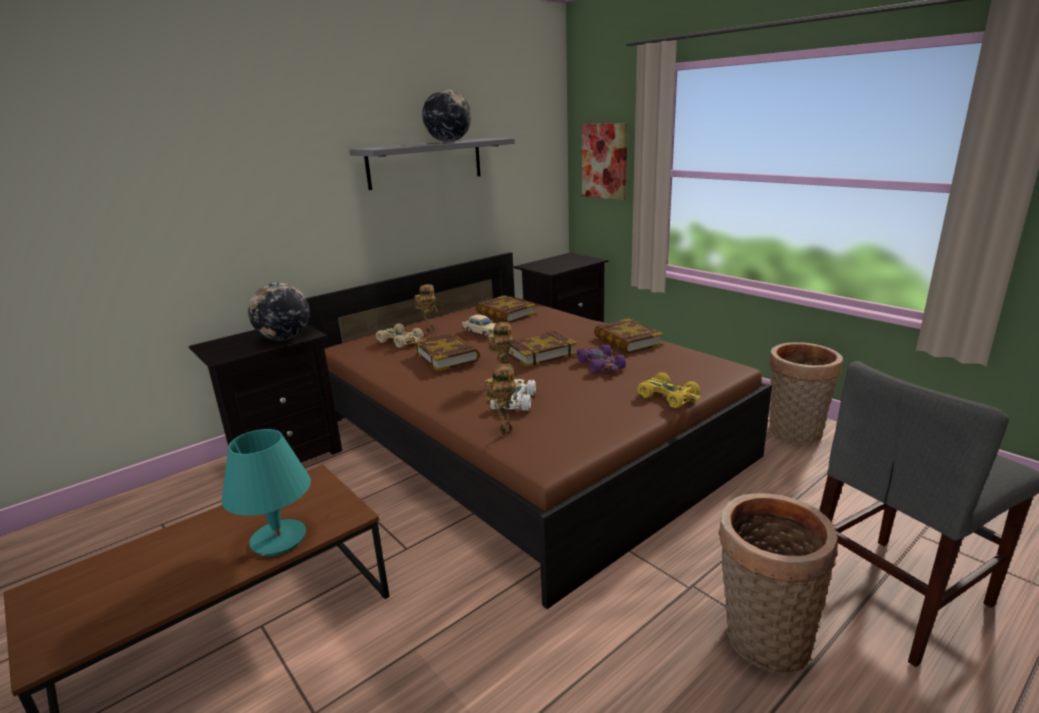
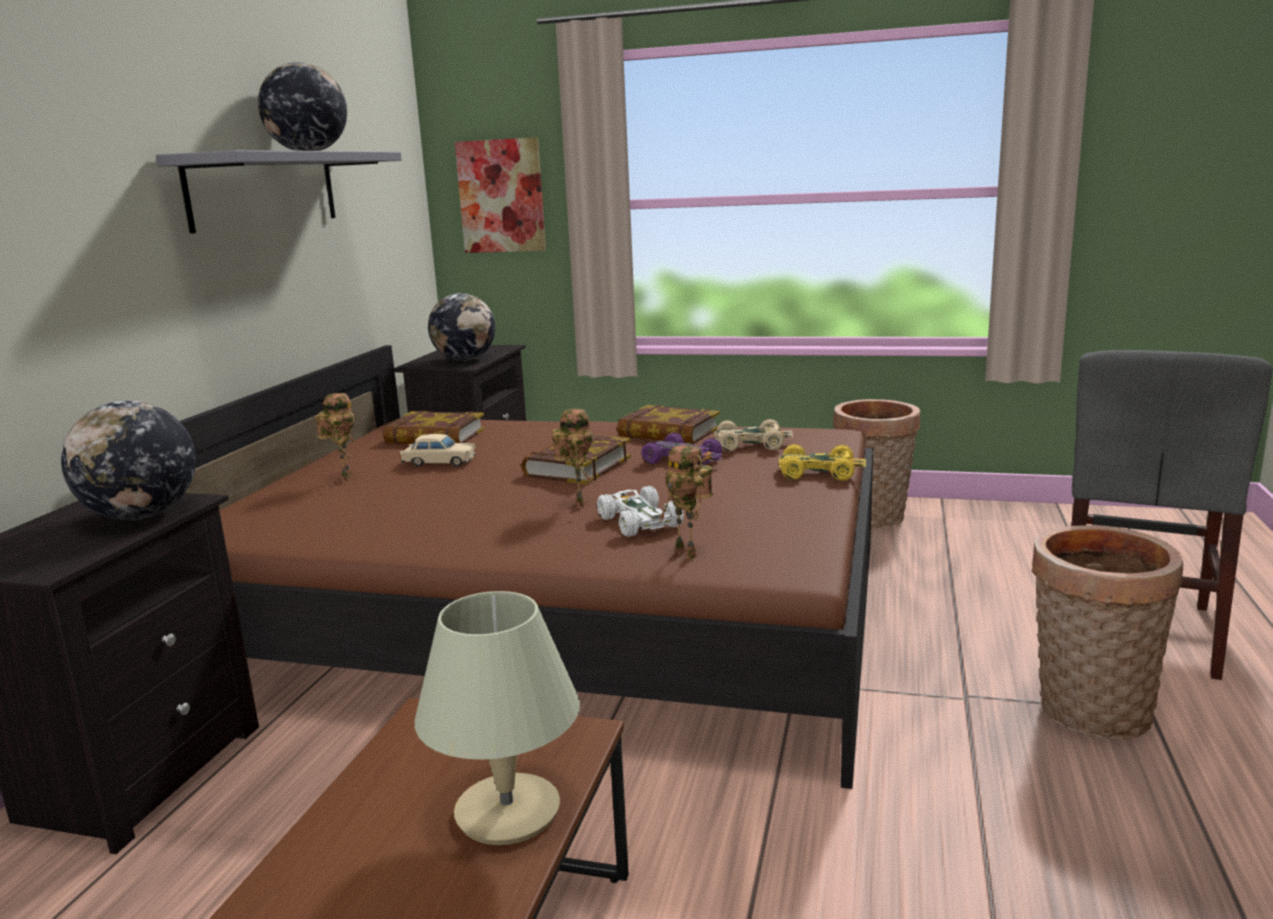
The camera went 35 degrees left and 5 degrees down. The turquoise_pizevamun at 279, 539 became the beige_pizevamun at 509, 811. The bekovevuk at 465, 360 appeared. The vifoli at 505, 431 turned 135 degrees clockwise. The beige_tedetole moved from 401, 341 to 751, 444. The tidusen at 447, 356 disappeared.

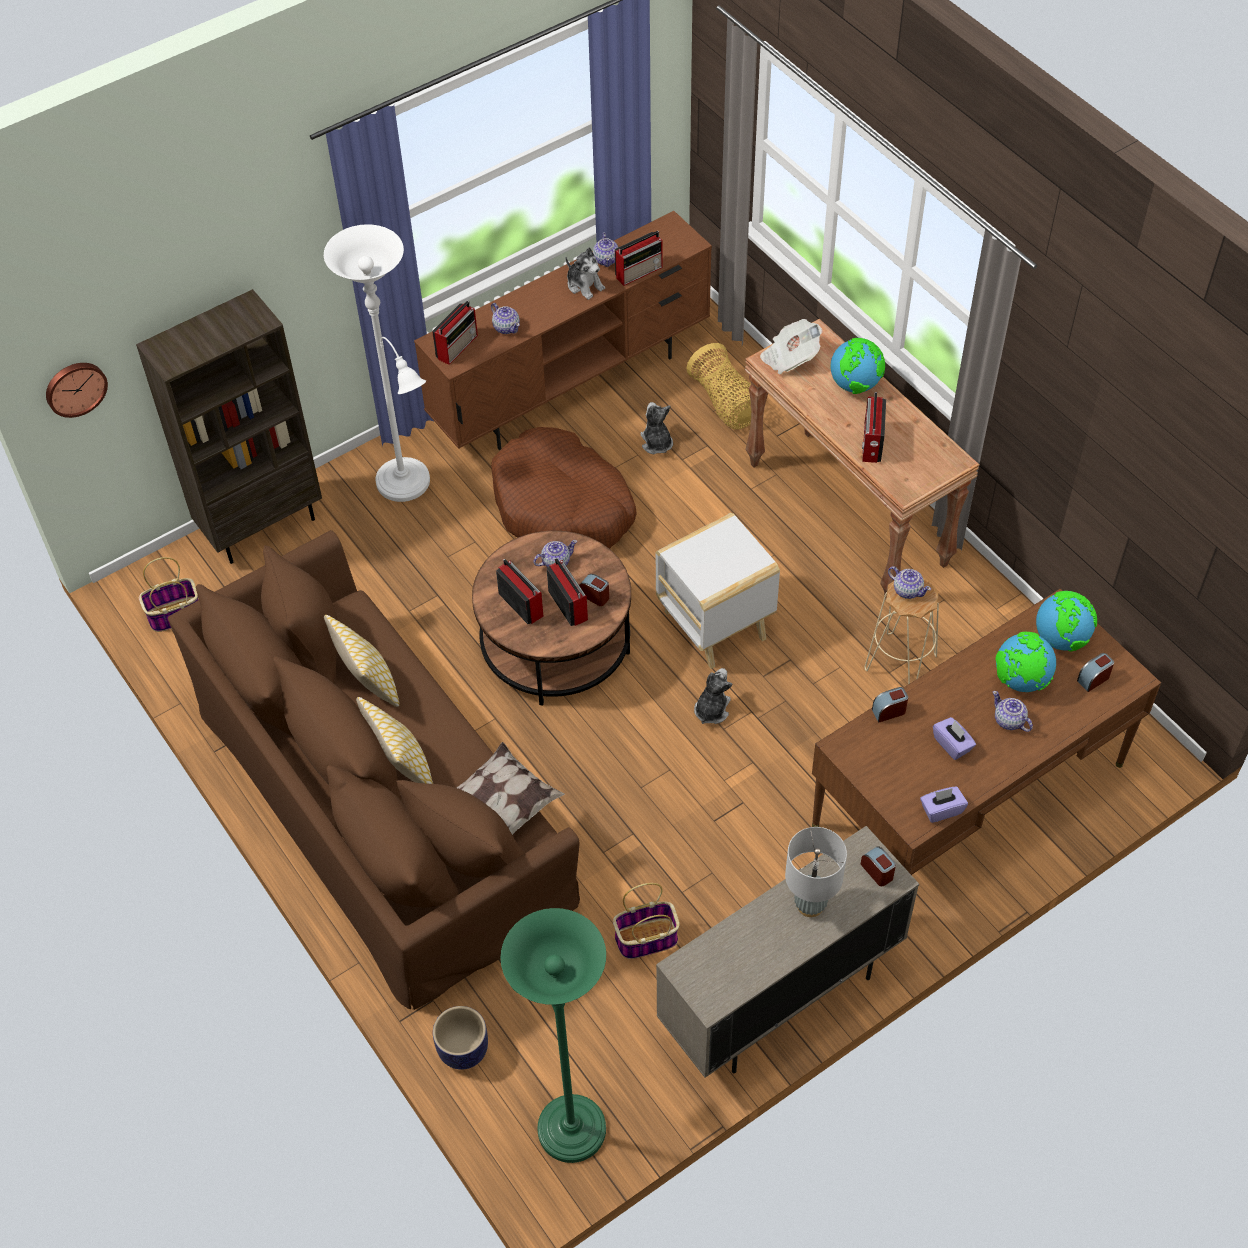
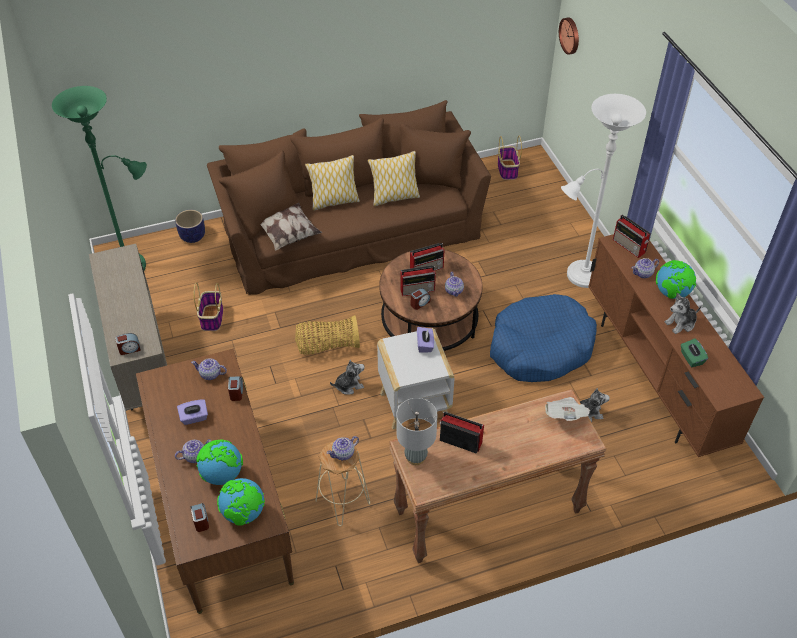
The camera went 105 degrees right and 5 degrees down. The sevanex moved from 606, 259 to 210, 374. The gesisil moved from 725, 404 to 327, 346. The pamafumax at 711, 709 turned 60 degrees counterclockwise. The grey_pizevamun moved from 810, 905 to 415, 457. The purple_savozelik moved from 941, 810 to 425, 345. The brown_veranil at 562, 508 became the blue_veranil at 540, 348. The bekovevuk moved from 855, 385 to 672, 293. The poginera at 640, 271 was replaced by the green_savozelik at 691, 358. The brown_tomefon at 262, 525 disappeared.

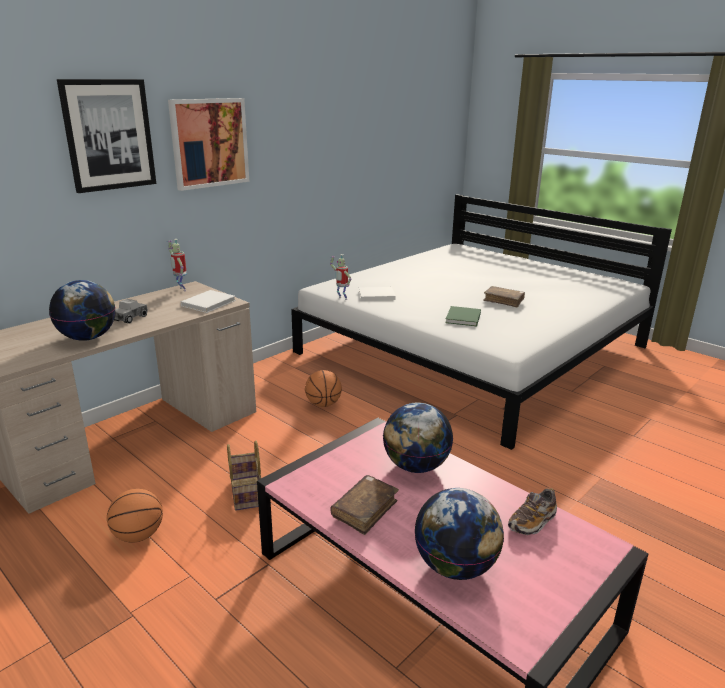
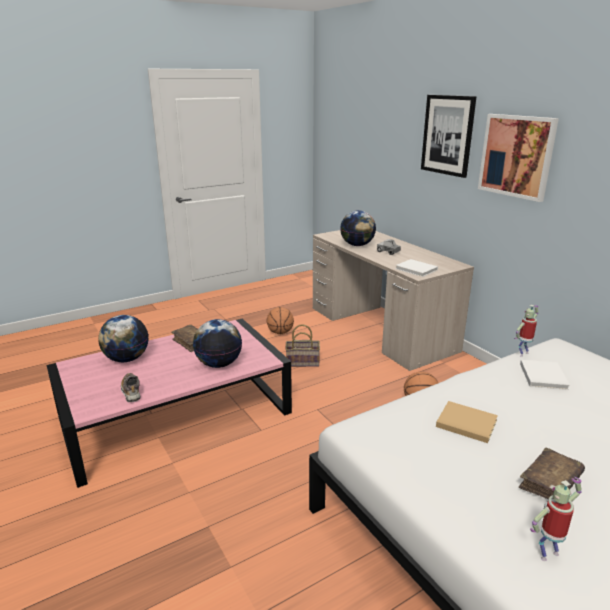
The camera went 105 degrees right and 0 degrees up. The green_tidusen at 463, 318 became the beige_tidusen at 464, 423. The vifoli moved from 181, 290 to 547, 553.

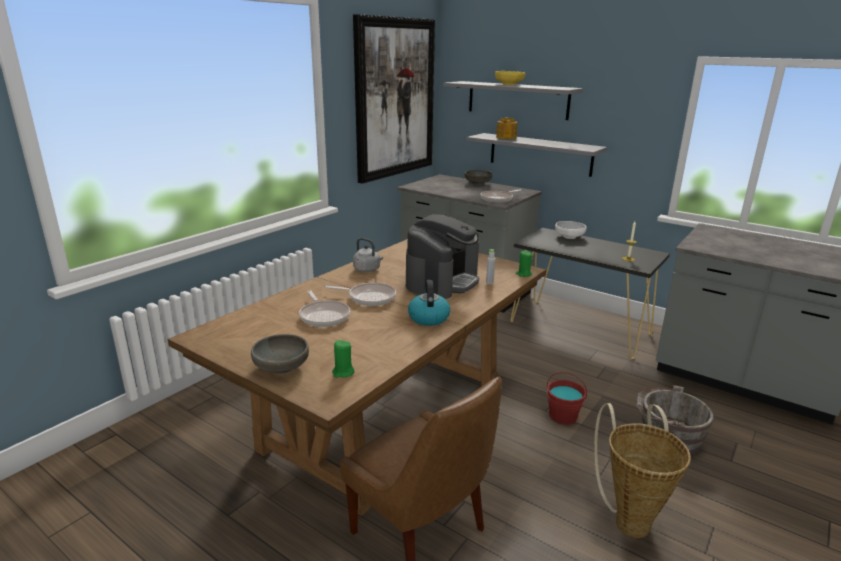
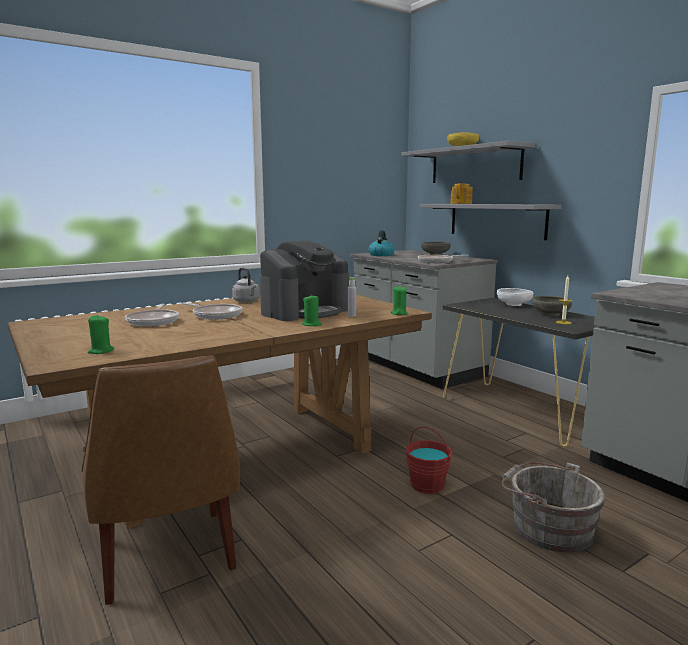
The camera went 20 degrees right and 10 degrees down. The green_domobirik at 311, 324 appeared. The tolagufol moved from 428, 317 to 381, 255. The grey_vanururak moved from 281, 367 to 550, 314. The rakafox at 395, 99 disappeared. The gesisil at 630, 519 disappeared.

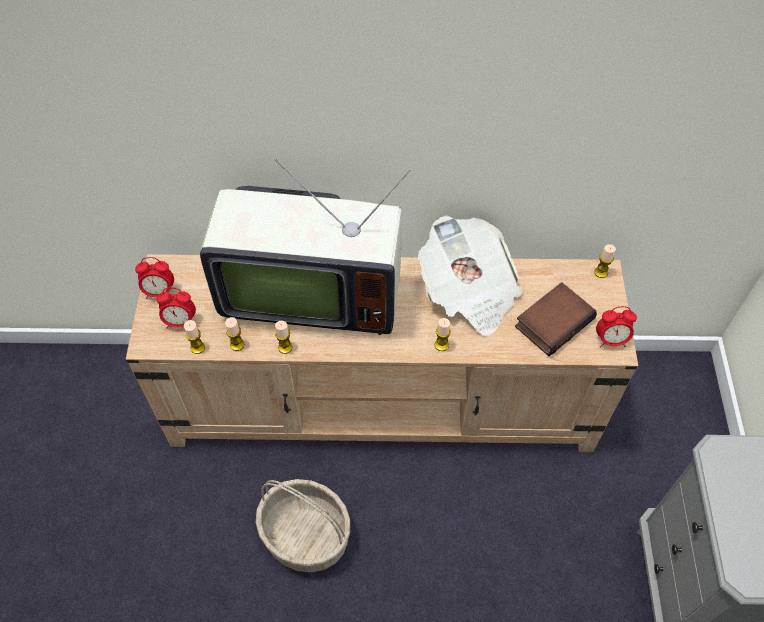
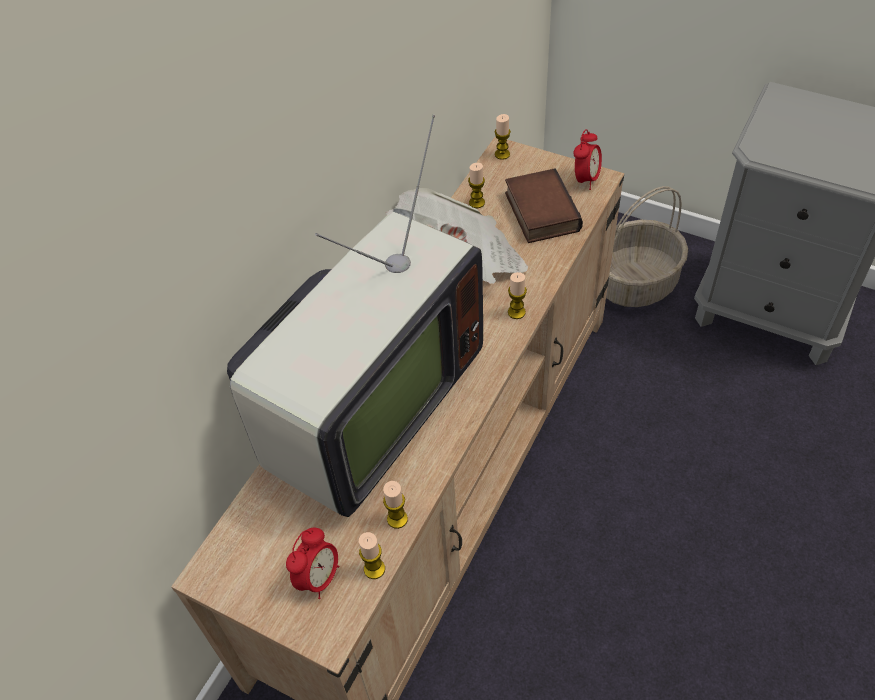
The camera went 60 degrees left and 5 degrees down. The domobirik moved from 285, 347 to 476, 203. The gesisil moved from 307, 536 to 635, 282. The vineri at 159, 292 disappeared.

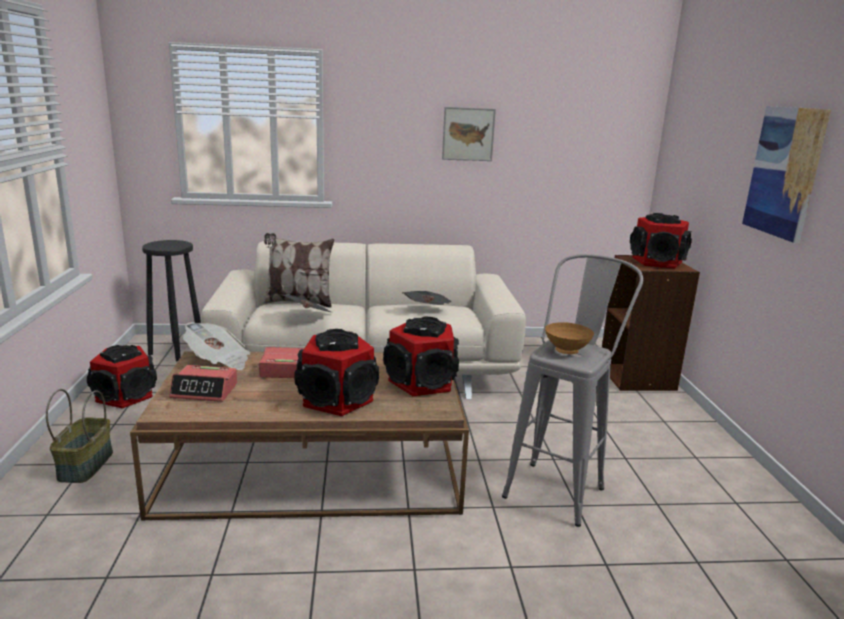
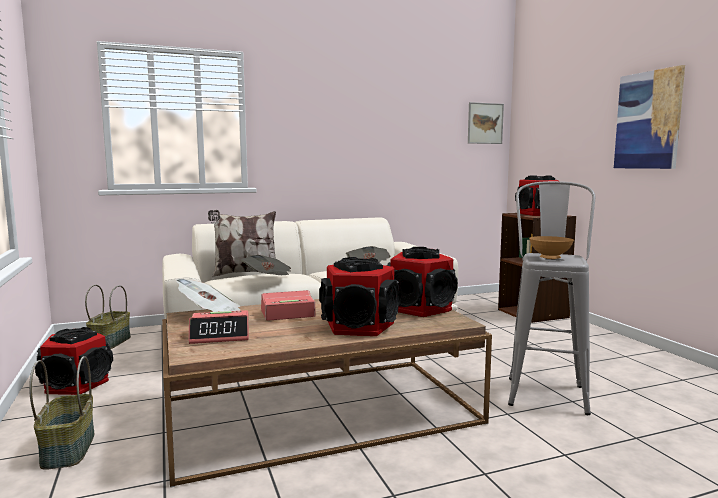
The camera went 15 degrees left and 10 degrees down. The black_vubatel at 177, 351 was replaced by the gesisil at 110, 342. The rakafox moved from 468, 134 to 485, 123.

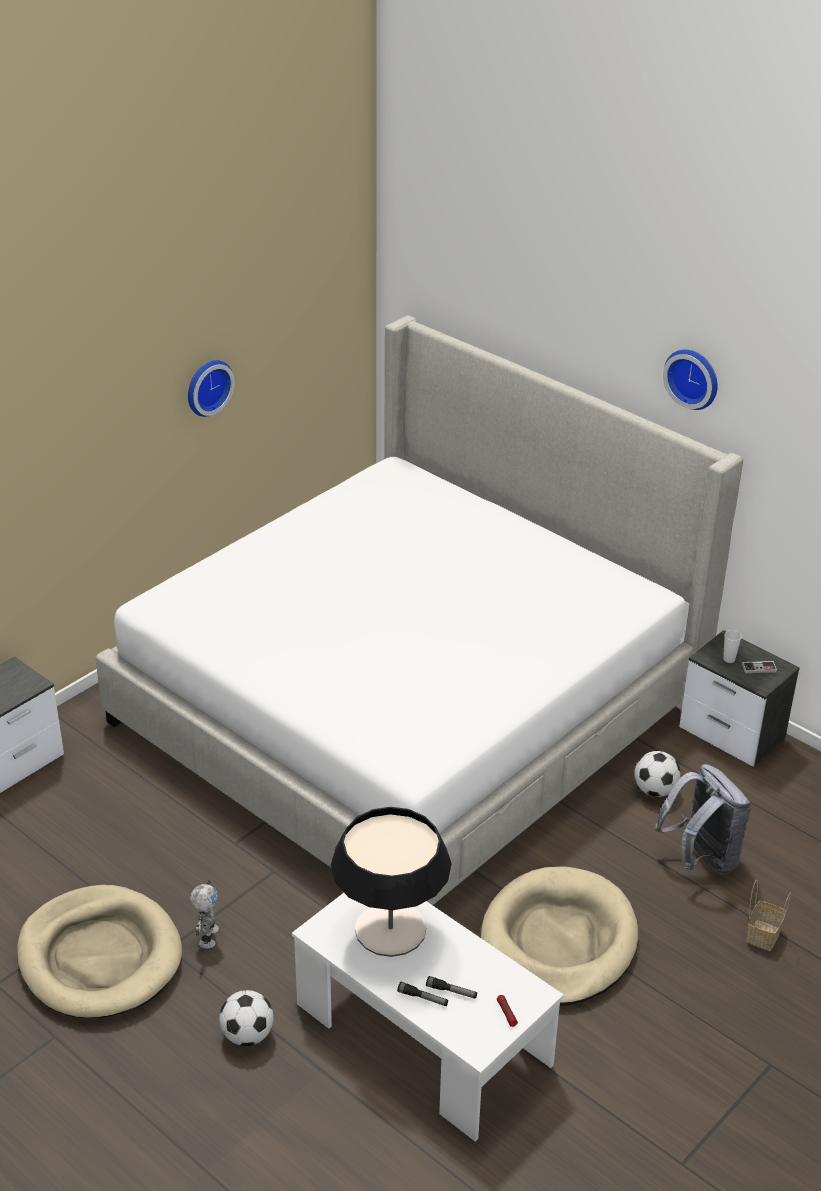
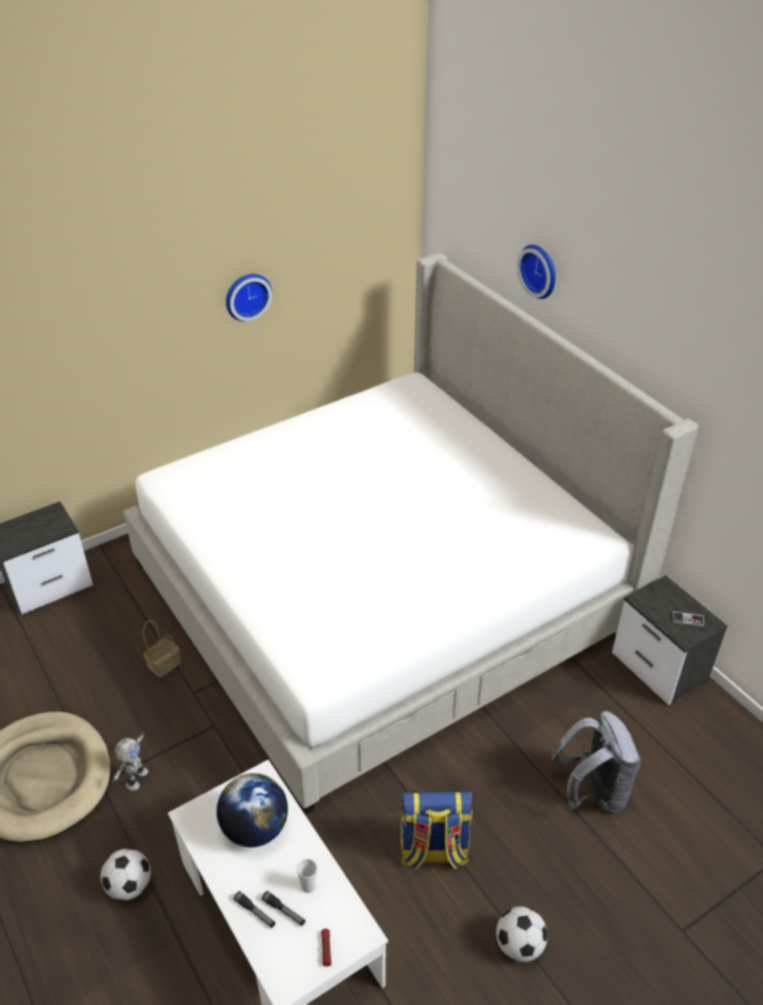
The camera went 15 degrees right and 5 degrees up. The gesisil moved from 762, 934 to 164, 663. The pizevamun at 390, 929 was replaced by the bekovevuk at 255, 829. The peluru moved from 729, 659 to 308, 886. The beige_veranil at 558, 942 was replaced by the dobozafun at 433, 851. The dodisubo moved from 655, 790 to 519, 945. The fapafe moved from 693, 377 to 540, 270.

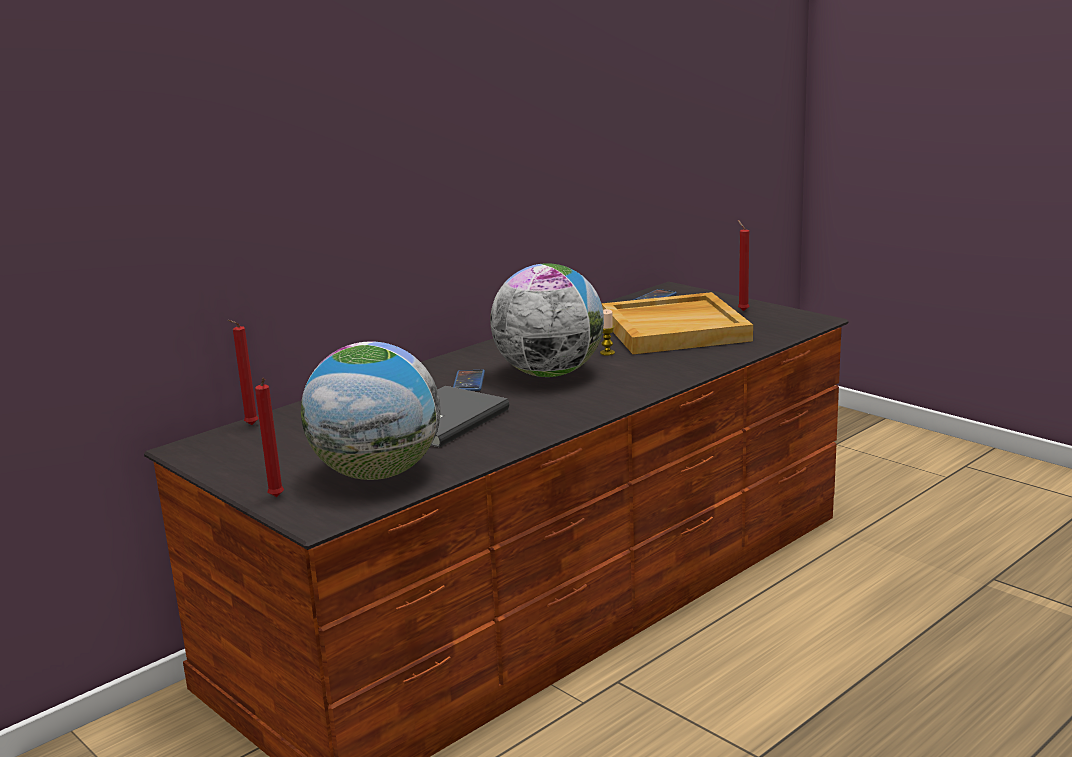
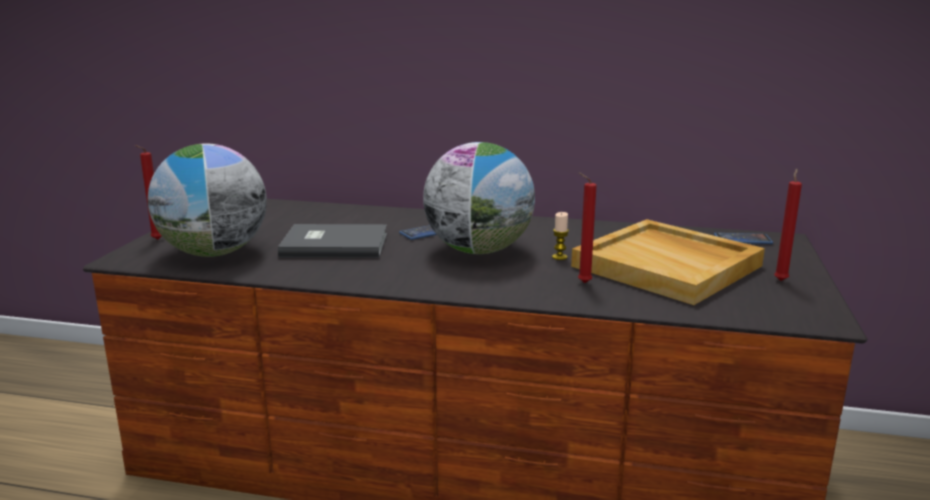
The camera went 55 degrees right and 0 degrees up. The red_domobirik moved from 249, 425 to 582, 283.

